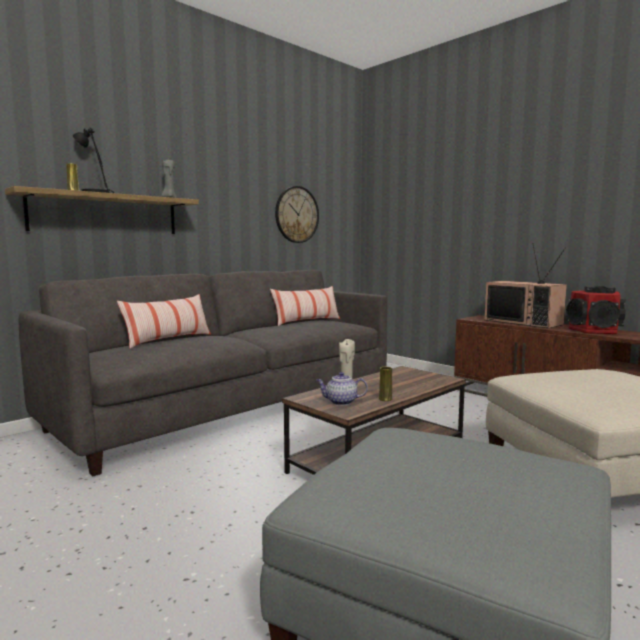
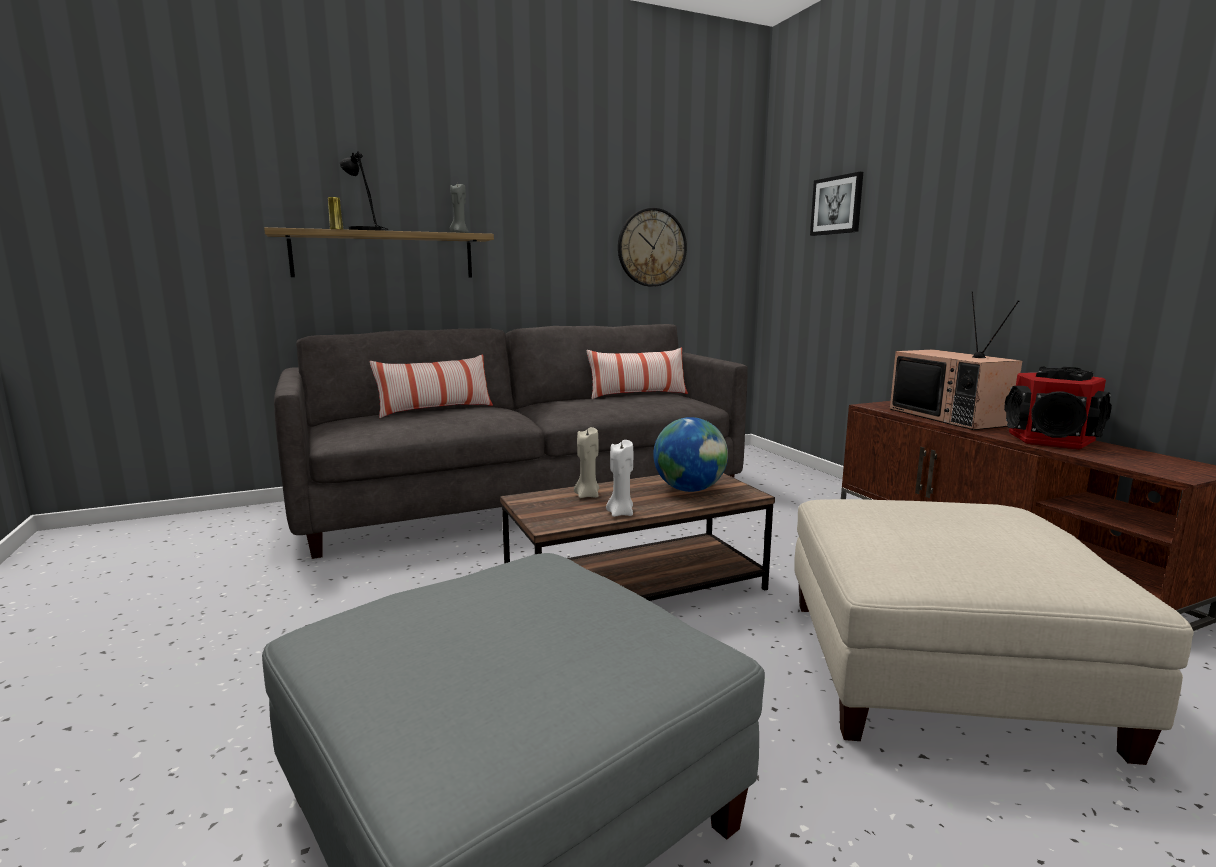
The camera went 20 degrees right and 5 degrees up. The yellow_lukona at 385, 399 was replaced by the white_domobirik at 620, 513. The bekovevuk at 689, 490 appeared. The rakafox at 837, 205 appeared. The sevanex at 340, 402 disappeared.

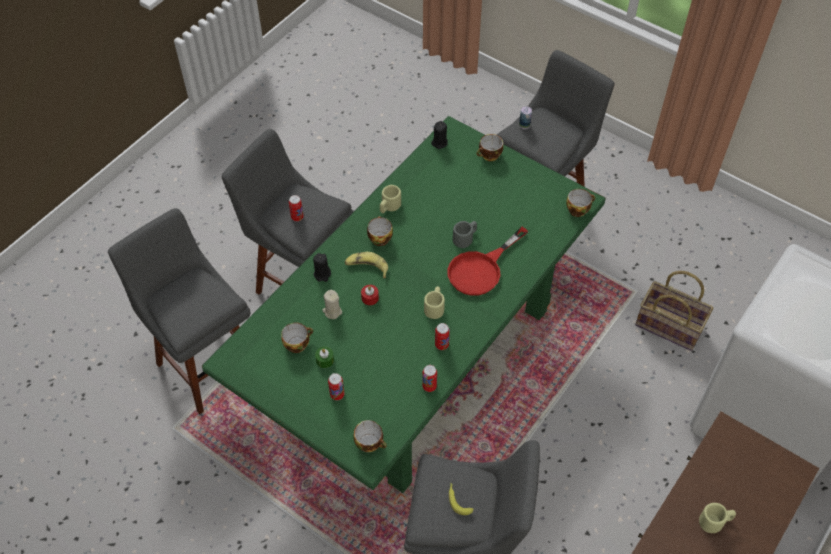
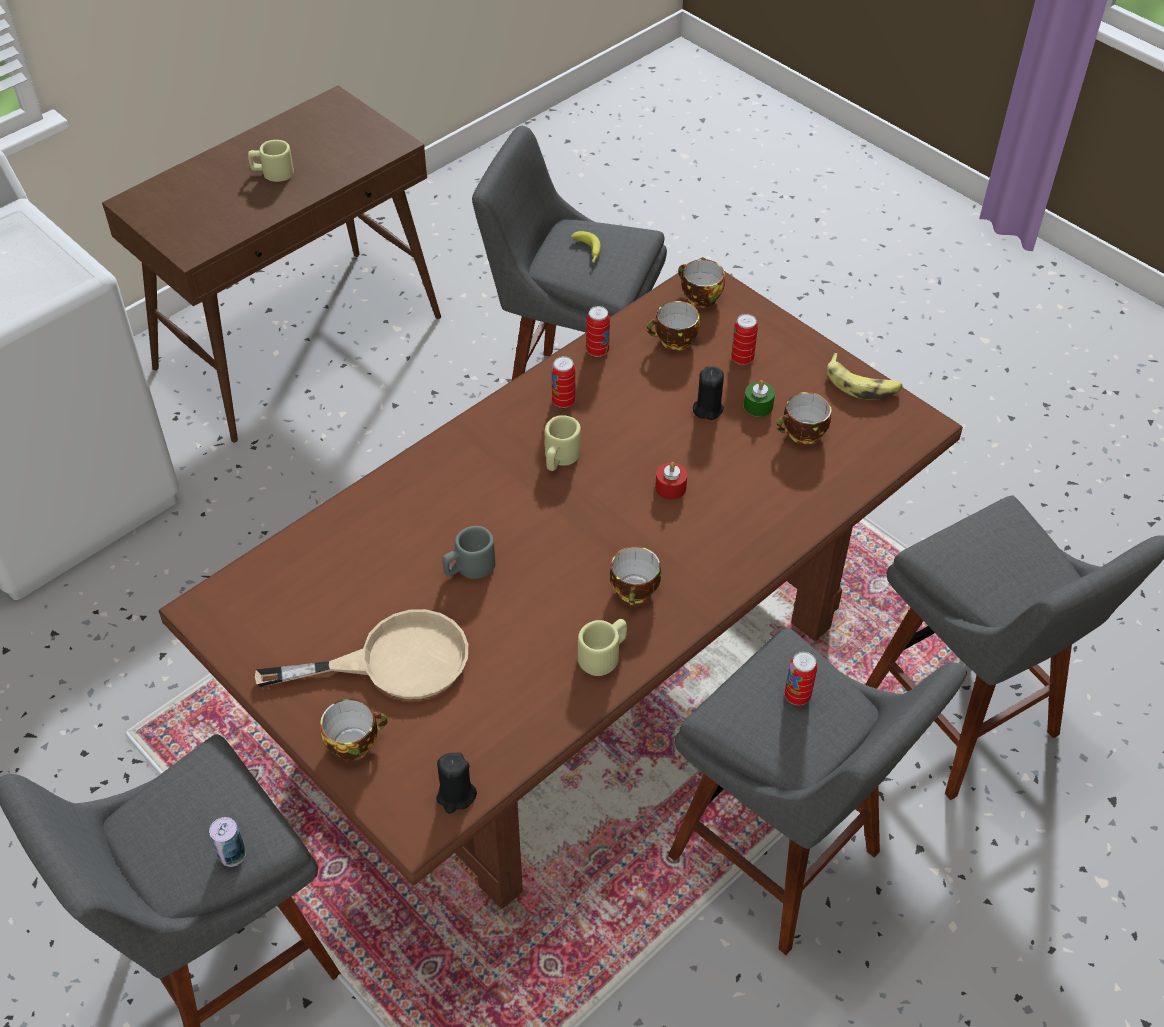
The camera went 170 degrees left and 5 degrees down. The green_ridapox at 415, 358 became the brown_ridapox at 581, 672. The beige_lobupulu at 394, 661 appeared. The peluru moved from 578, 209 to 674, 341. The black_domobirik moved from 322, 274 to 707, 409. The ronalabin moved from 367, 267 to 862, 384. The beige_domobirik at 332, 311 disappeared. The red_lobupulu at 481, 269 disappeared. The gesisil at 670, 326 disappeared.

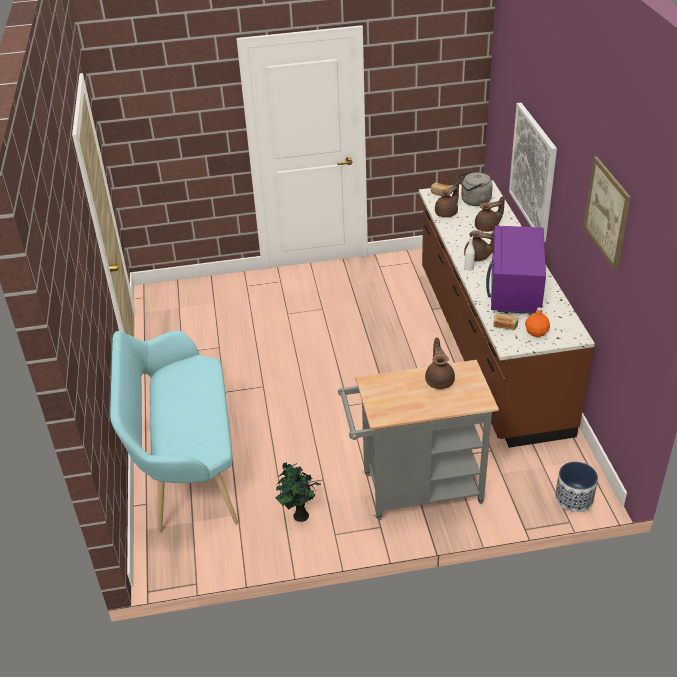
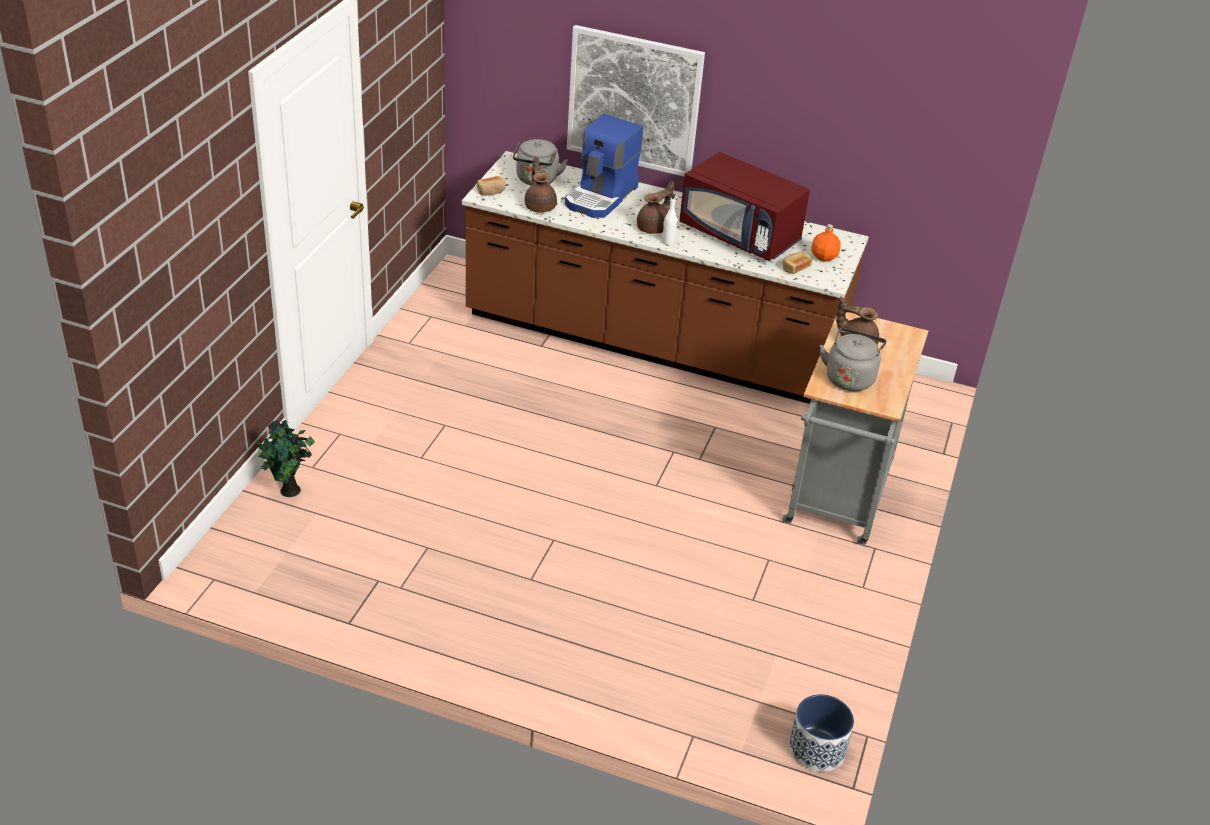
The camera went 65 degrees left and 0 degrees up. The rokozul moved from 299, 516 to 289, 491. The brown_sevanex at 487, 227 was replaced by the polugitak at 602, 197. The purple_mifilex at 516, 291 became the red_mifilex at 740, 235. The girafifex moved from 573, 498 to 816, 749. The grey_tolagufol at 850, 377 appeared. The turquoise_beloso at 186, 467 disappeared. The rakafox at 607, 212 disappeared.

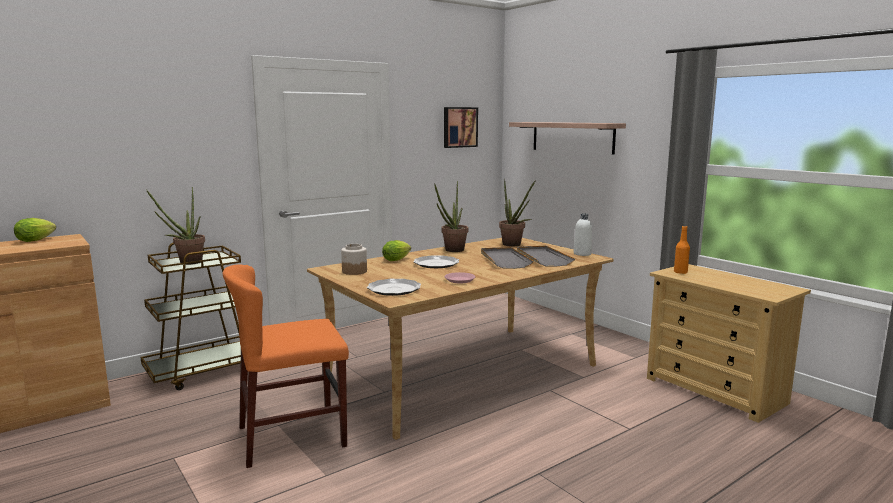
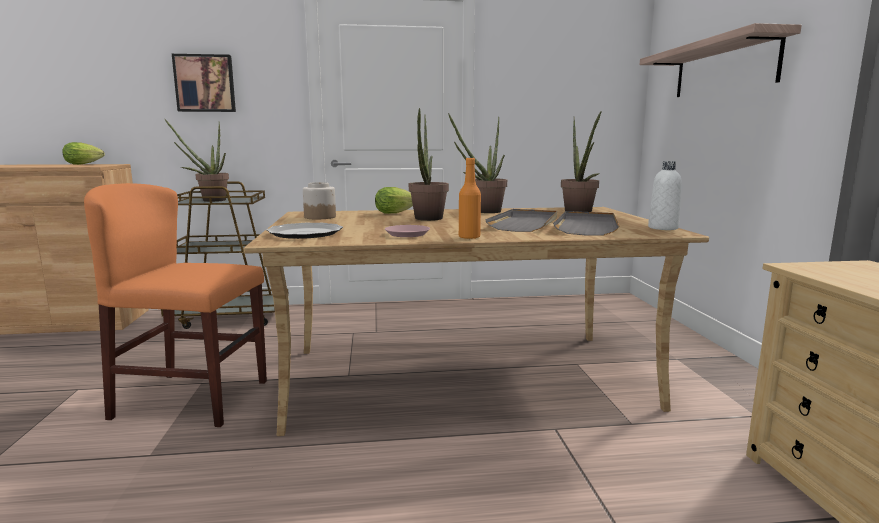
The camera went 30 degrees right and 0 degrees up. The rakafox moved from 459, 127 to 205, 83. The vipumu at 436, 264 was replaced by the rokozul at 427, 219. The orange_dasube moved from 680, 272 to 469, 237.

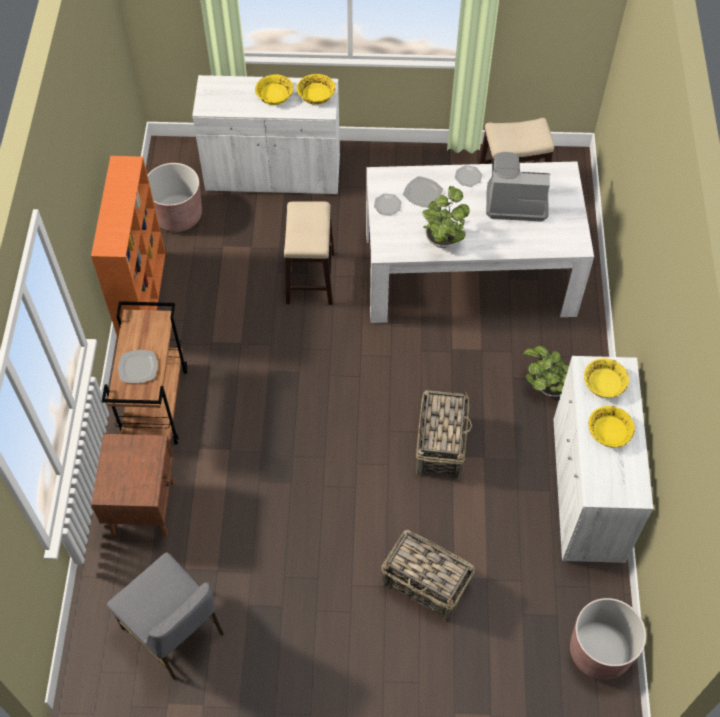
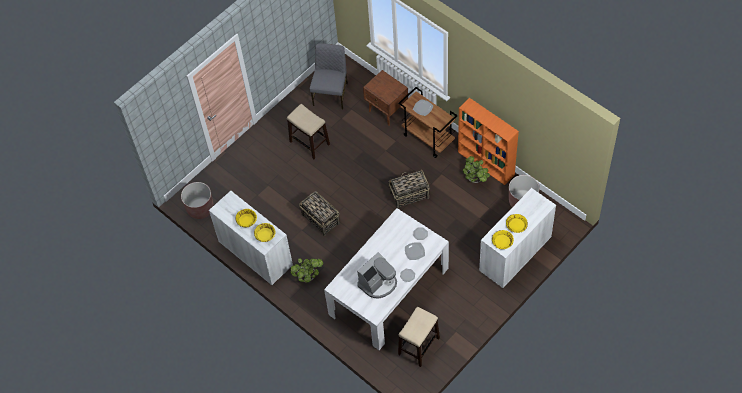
The camera went 135 degrees right and 0 degrees up. The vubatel moved from 310, 277 to 310, 143. The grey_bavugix at 174, 631 turned 105 degrees clockwise. The gesisil moved from 426, 585 to 409, 195. The rokozul moved from 443, 238 to 476, 179.

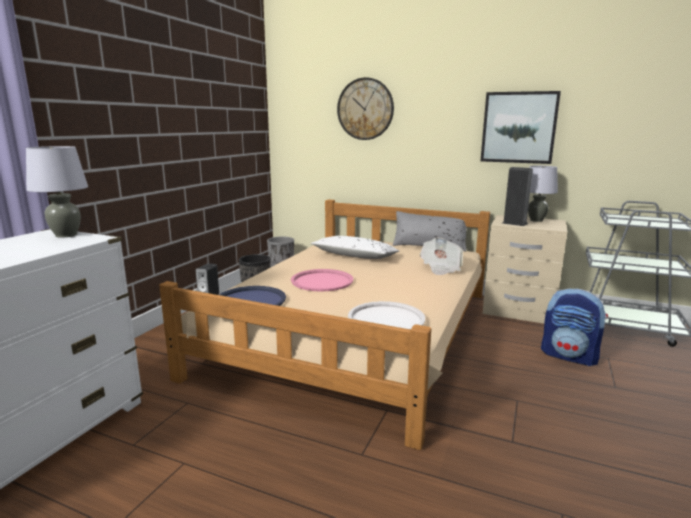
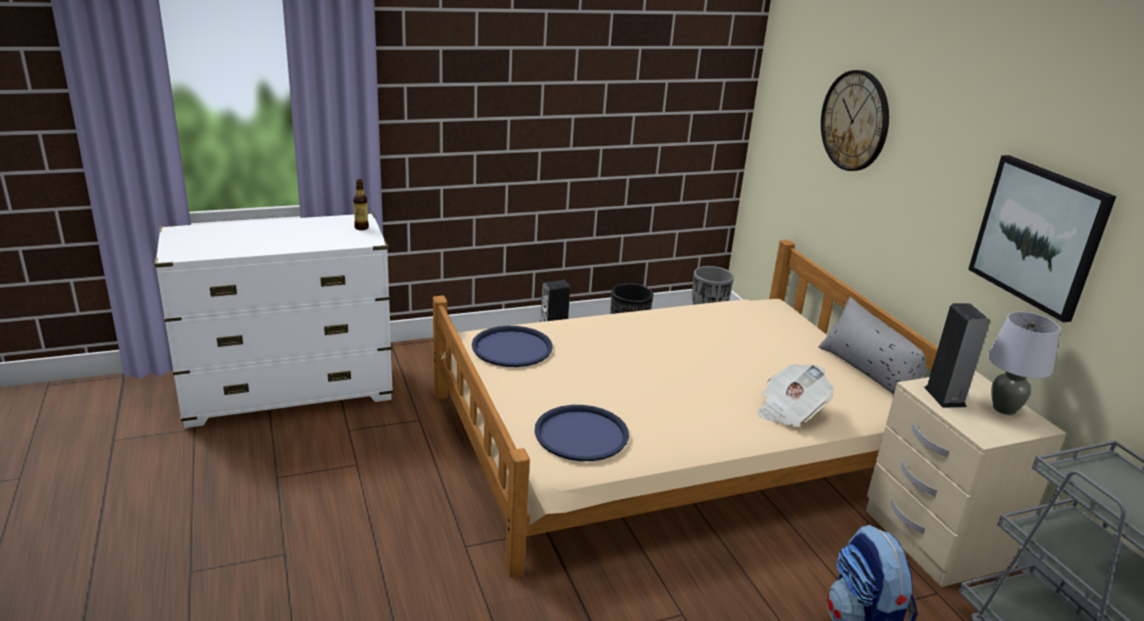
The camera went 45 degrees right and 10 degrees up. The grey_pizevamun at 66, 235 was replaced by the dasube at 361, 228. The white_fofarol at 386, 319 became the blue_fofarol at 581, 434. The pink_fofarol at 322, 281 disappeared. The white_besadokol at 355, 256 disappeared.

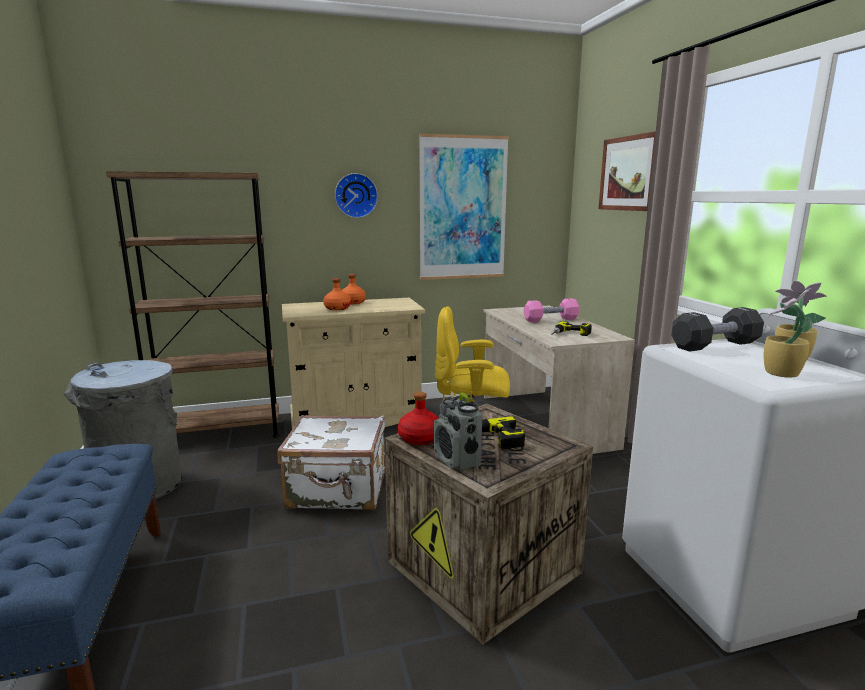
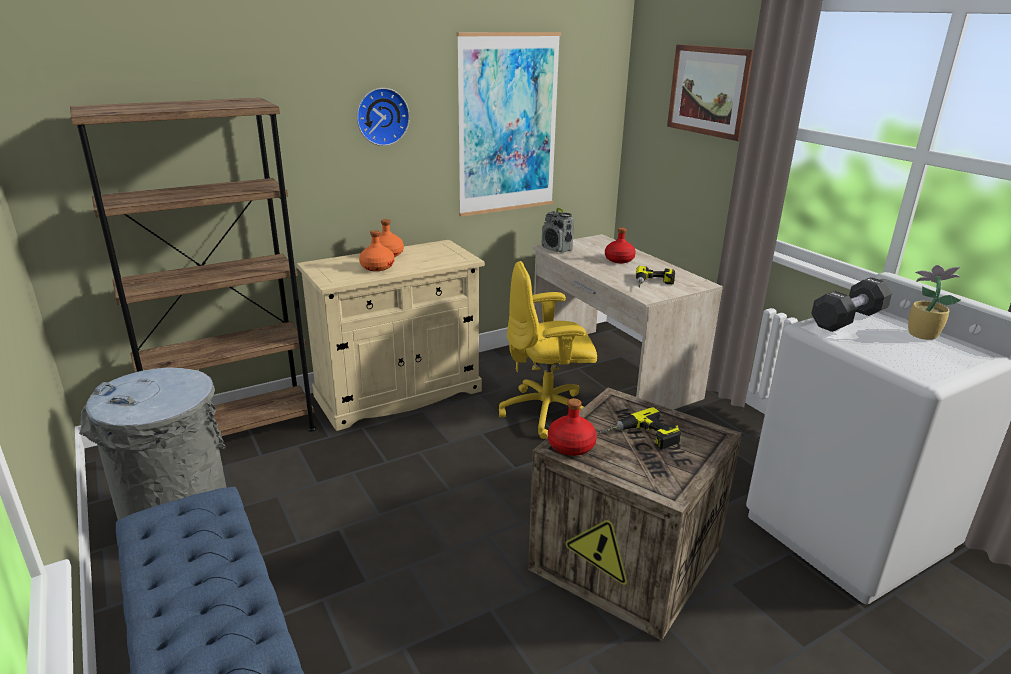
The camera went 15 degrees left and 10 degrees up. The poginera moved from 457, 460 to 556, 249. The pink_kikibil at 550, 320 was replaced by the red_dasube at 619, 260. The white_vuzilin at 338, 490 disappeared. The rokozul at 780, 373 disappeared.

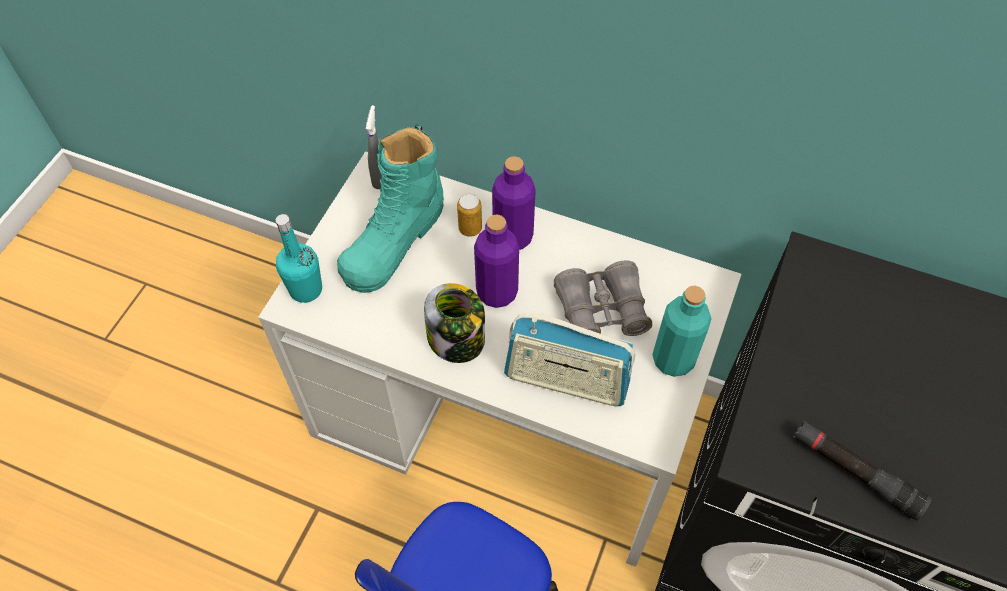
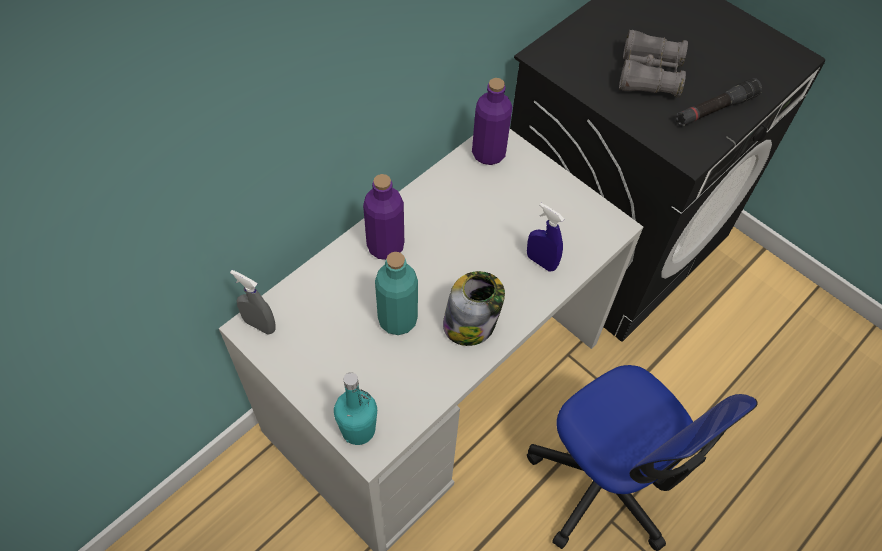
The camera went 70 degrees left and 0 degrees up. The turquoise_dasube moved from 673, 359 to 397, 319. The purple_dasube moved from 497, 292 to 488, 153. The poginera at 566, 380 was replaced by the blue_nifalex at 541, 262. The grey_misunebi moved from 601, 311 to 649, 75. The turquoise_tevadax at 394, 240 disappeared. The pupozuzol at 470, 228 disappeared.

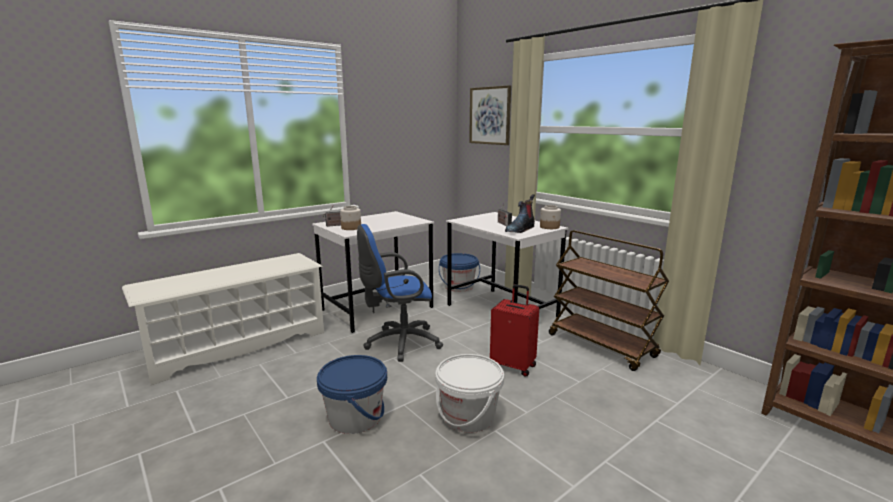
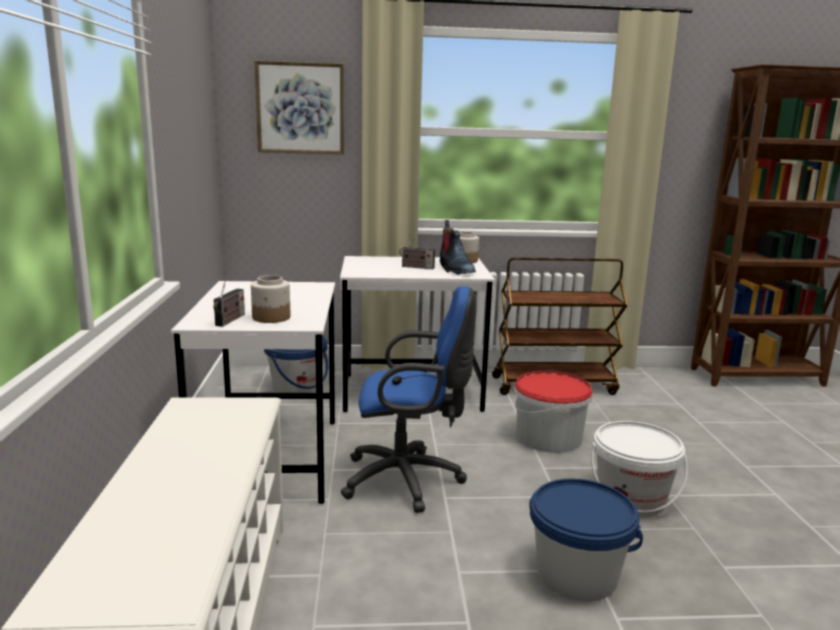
The camera went 55 degrees left and 0 degrees up. The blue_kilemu at 399, 343 turned 105 degrees counterclockwise. The red_vuzilin at 513, 366 was replaced by the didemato at 549, 437.

